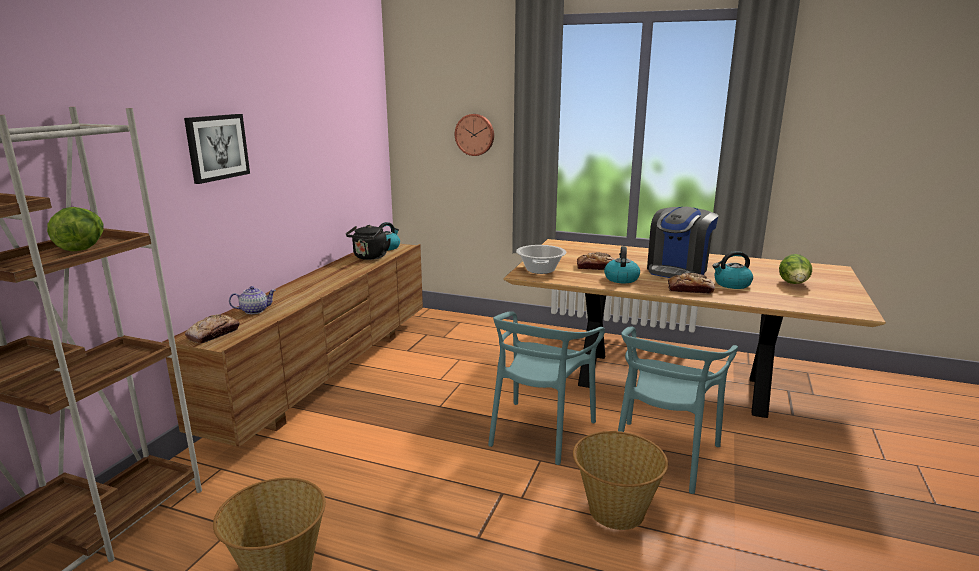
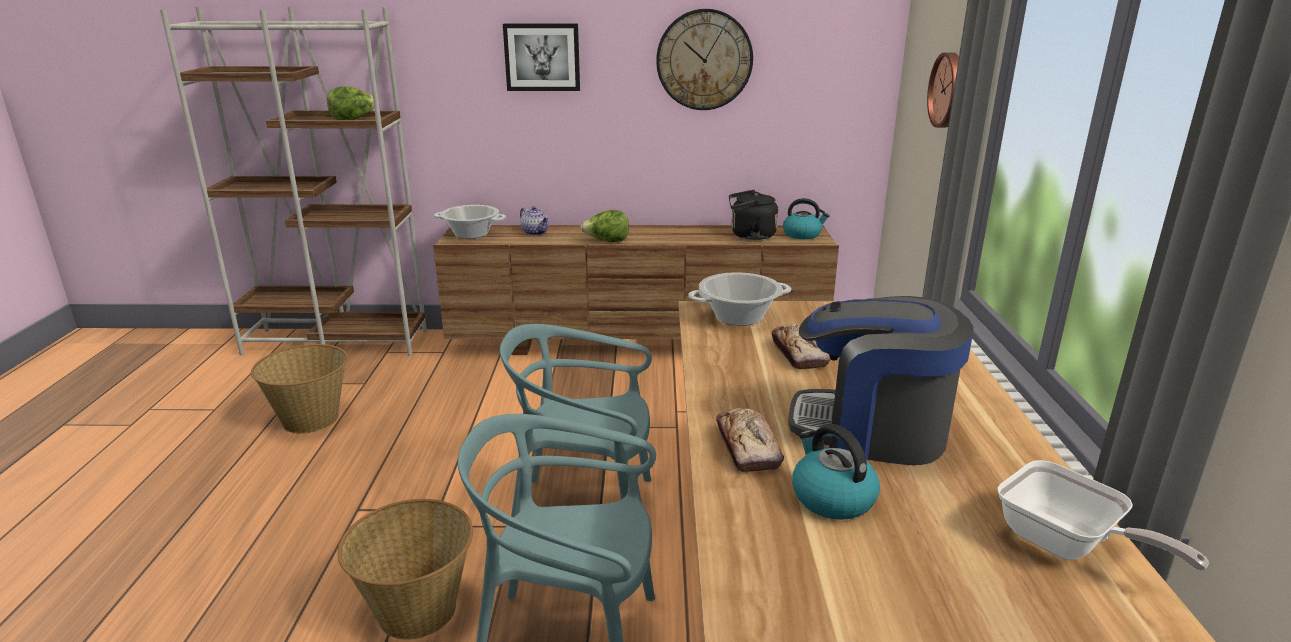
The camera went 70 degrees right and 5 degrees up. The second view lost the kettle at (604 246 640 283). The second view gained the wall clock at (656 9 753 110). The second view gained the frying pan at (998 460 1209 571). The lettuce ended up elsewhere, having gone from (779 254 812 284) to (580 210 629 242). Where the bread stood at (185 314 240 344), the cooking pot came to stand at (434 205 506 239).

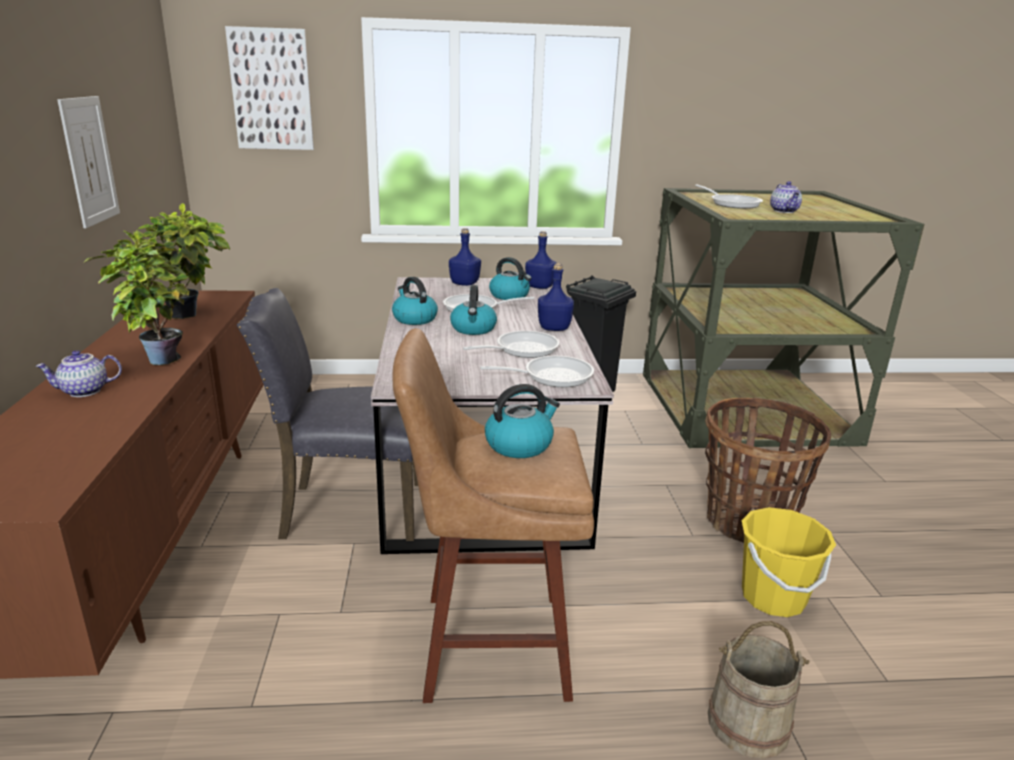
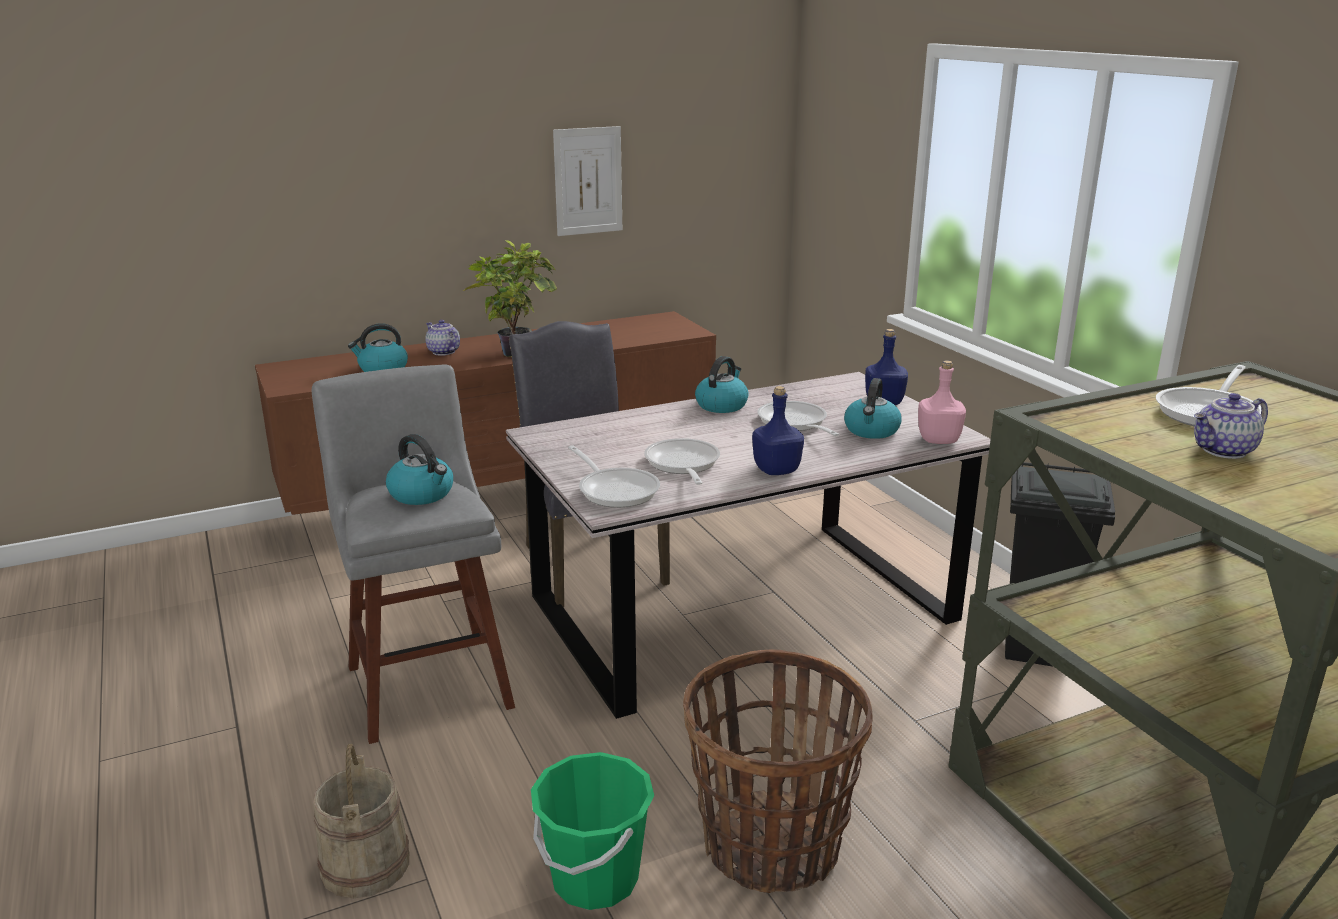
The camera went 70 degrees right and 0 degrees up. The second view lost the potted plant at (138 203 230 319). The second view lost the picture at (225 26 314 150). The kettle ended up elsewhere, having gone from (450 285 497 335) to (348 323 408 372). What was the stool (brown) at (393 328 594 703) turned into the stool (grey) at (312 365 515 744). What was the bottle (blue) at (525 231 557 289) turned into the bottle (pink) at (918 360 966 444). What was the bucket (yellow) at (741 507 836 617) turned into the bucket (green) at (531 752 654 910). The frying pan at (463 331 559 358) ended up facing another way, 135 degrees counterclockwise from before.

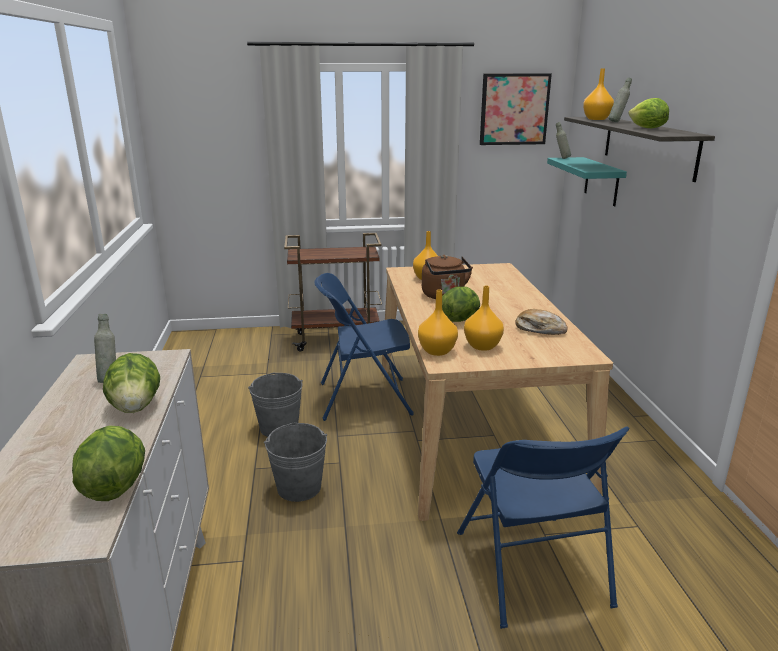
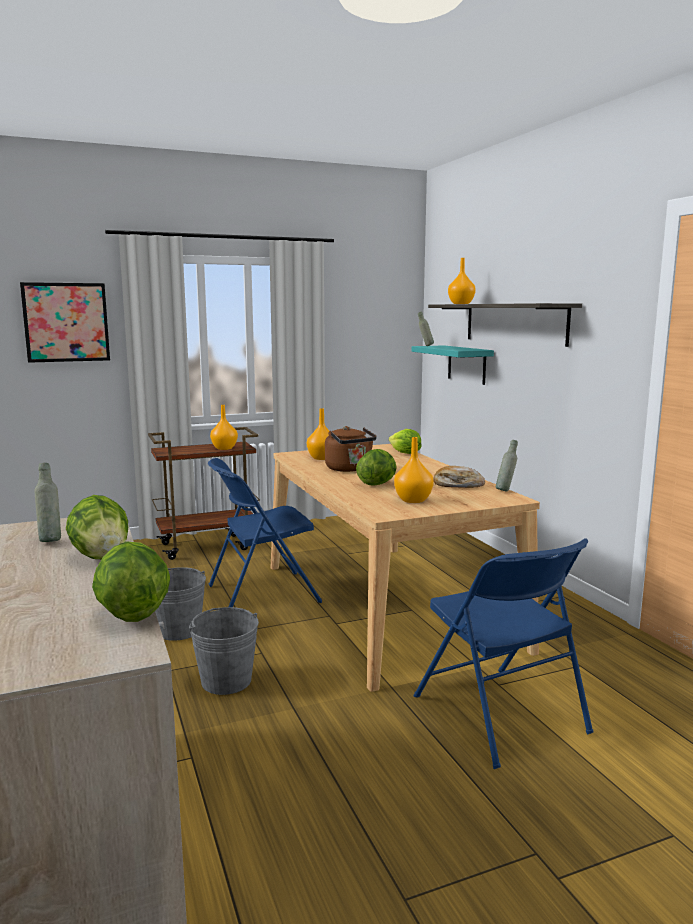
The camera went 15 degrees left and 10 degrees down. The vase (orange) ended up elsewhere, having gone from (418 290 458 356) to (210 405 238 450). The picture ended up elsewhere, having gone from (480 73 552 145) to (20 282 110 363). The bottle (grey) ended up elsewhere, having gone from (609 78 632 122) to (496 440 518 492). The lettuce ended up elsewhere, having gone from (628 98 669 128) to (389 429 422 454).

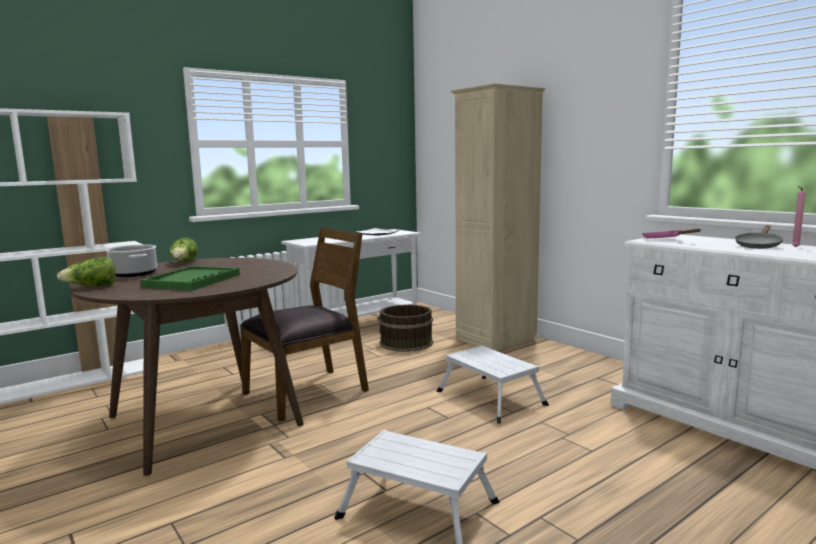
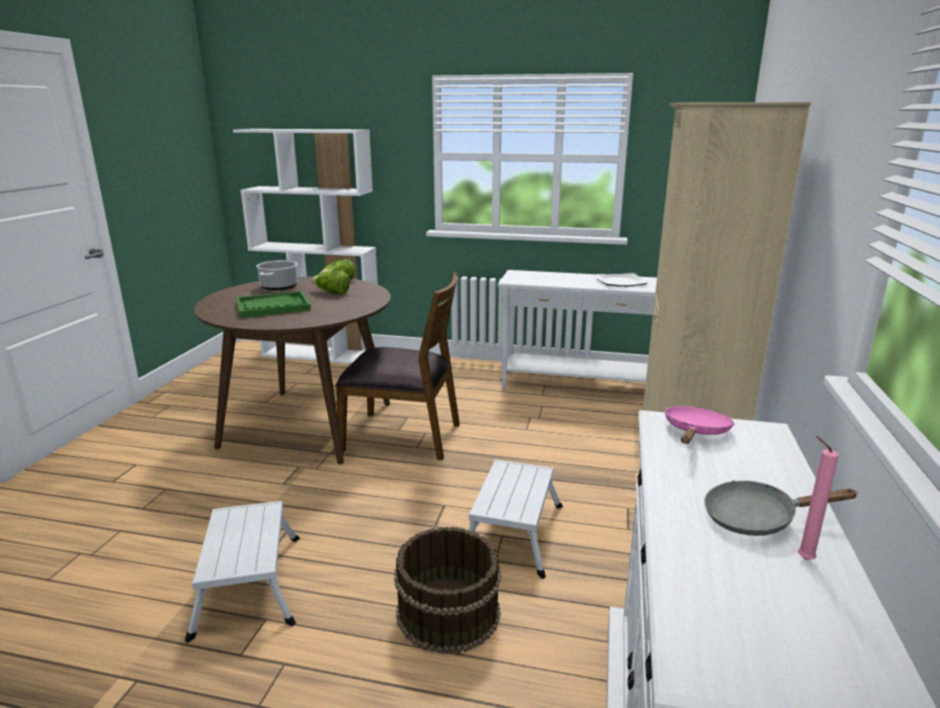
The camera went 50 degrees right and 10 degrees up. The lettuce ended up elsewhere, having gone from (57 257 116 286) to (311 271 350 294). The bucket (brown) ended up elsewhere, having gone from (378 305 433 352) to (394 527 501 654).

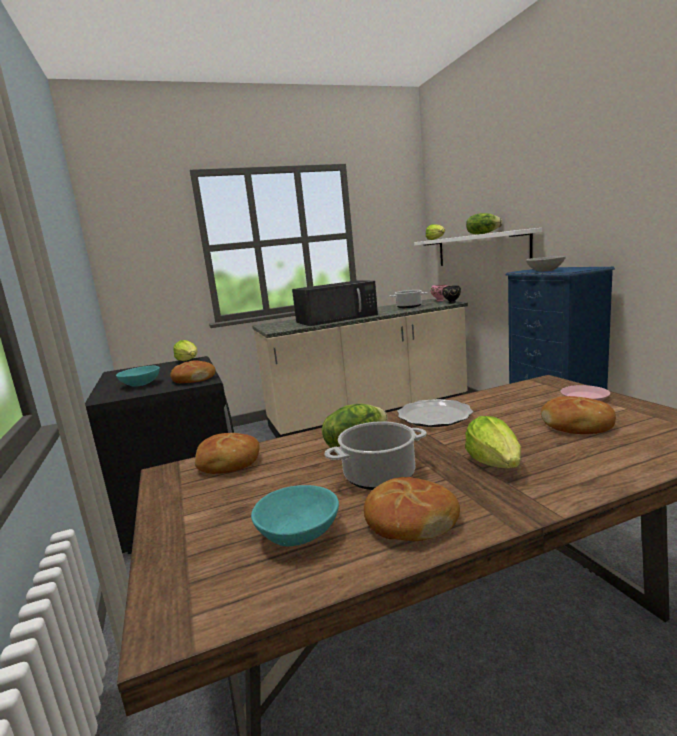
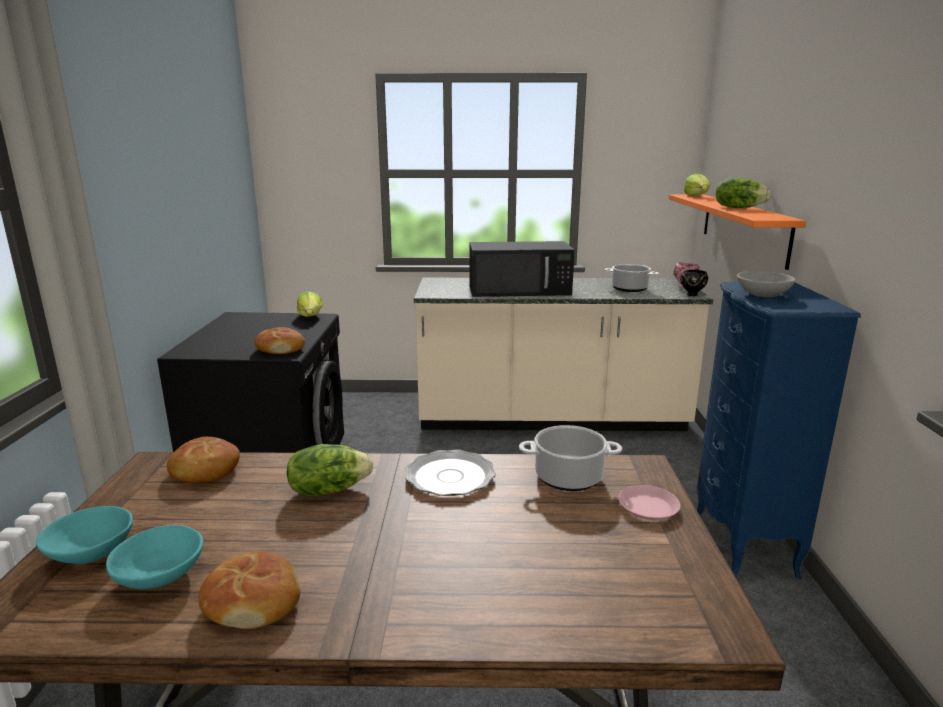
The camera went 20 degrees right and 5 degrees up. The second view lost the lettuce at (465 416 521 468). The second view lost the bread at (541 396 616 434). The bowl (turquoise) ended up elsewhere, having gone from (116 366 160 387) to (36 506 133 564). The cooking pot ended up elsewhere, having gone from (324 421 427 490) to (519 425 622 491). What was the shelf (white) at (414 228 542 266) turned into the shelf (orange) at (669 195 806 270).

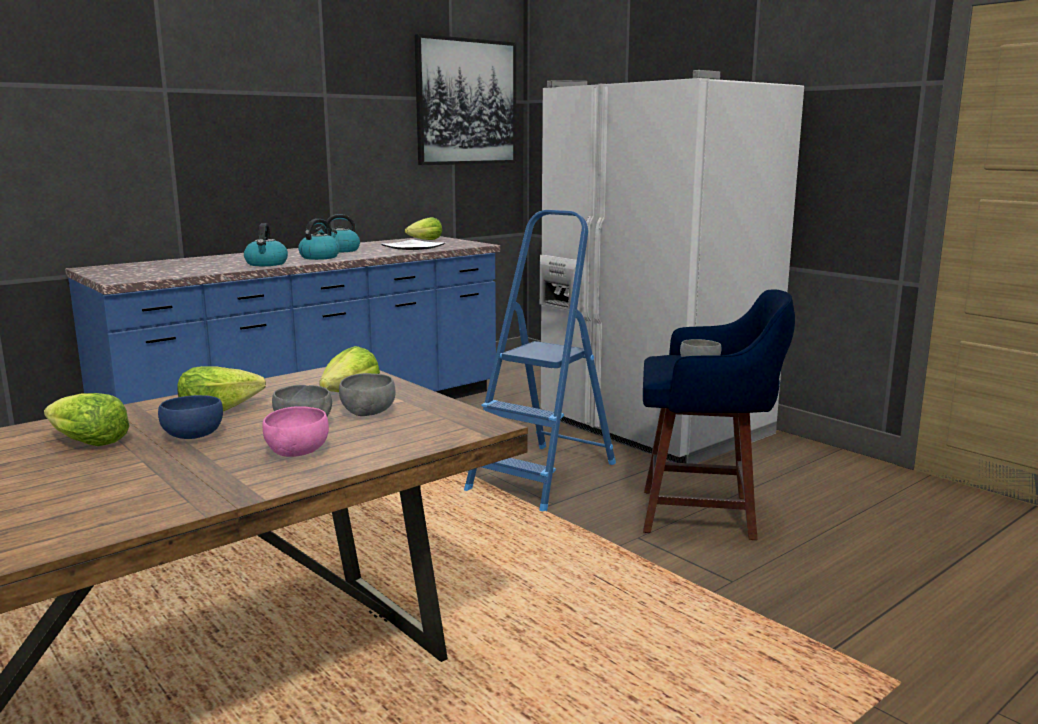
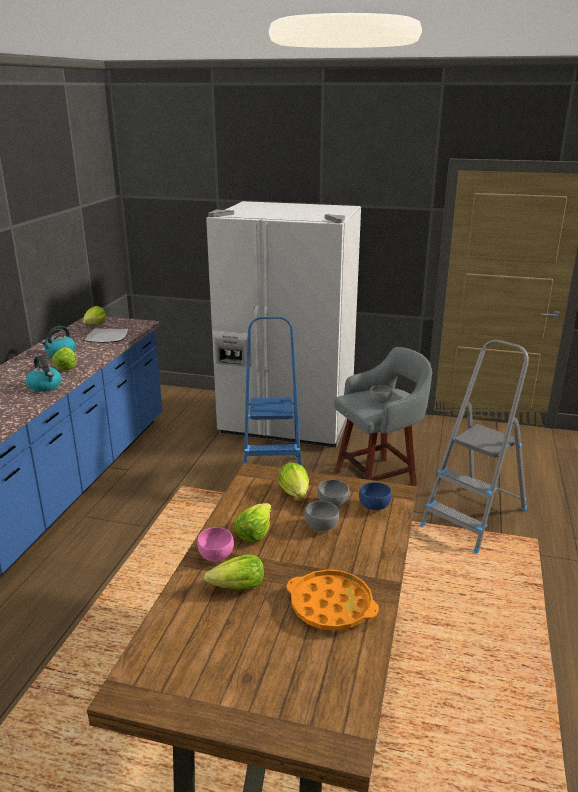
The camera went 35 degrees left and 10 degrees up. The second view lost the picture at (414 34 516 165). The second view gained the tray (orange) at (287 569 379 631). The second view gained the step ladder (grey) at (420 340 529 554). The bowl (blue) ended up elsewhere, having gone from (158 395 223 439) to (359 482 392 510). The bowl (pink) ended up elsewhere, having gone from (263 406 329 457) to (197 527 234 562). Where the kettle stood at (298 219 340 260), the lettuce came to stand at (52 348 76 371). What was the stool (blue) at (643 289 795 540) turned into the stool (grey) at (334 347 432 486).

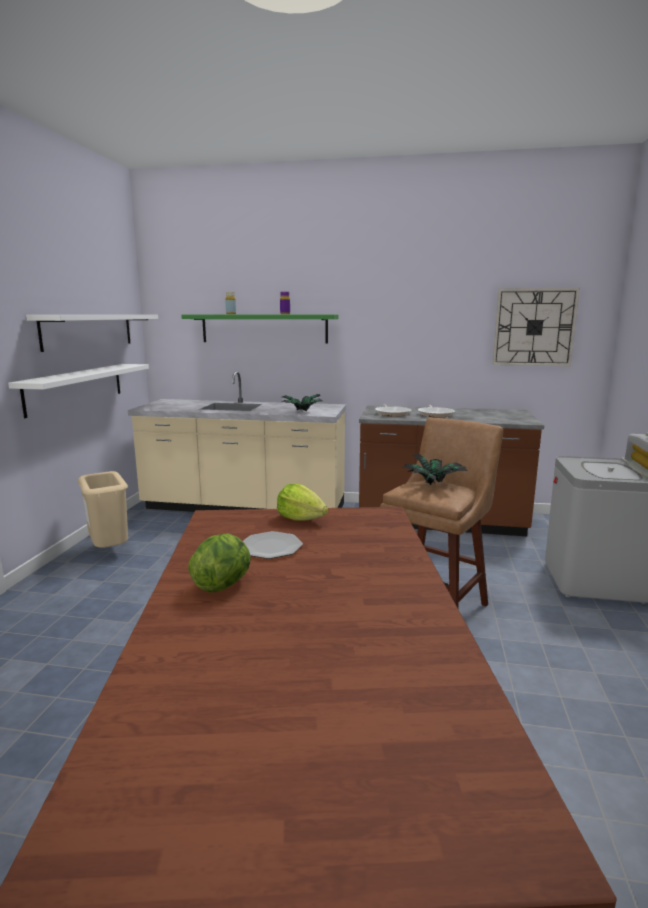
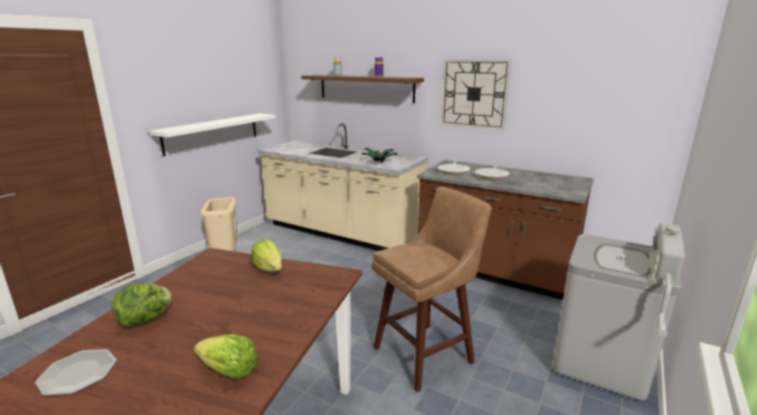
The camera went 20 degrees right and 5 degrees up. The second view lost the shelf (white) at (26 315 158 352). The second view lost the potted plant at (402 454 468 485). The second view gained the lettuce at (194 334 259 379). The plate ended up elsewhere, having gone from (243 531 303 559) to (35 349 117 396). The wall clock ended up elsewhere, having gone from (492 288 580 366) to (441 59 511 130). What was the shelf (green) at (181 315 338 343) turned into the shelf (brown) at (301 75 424 103).

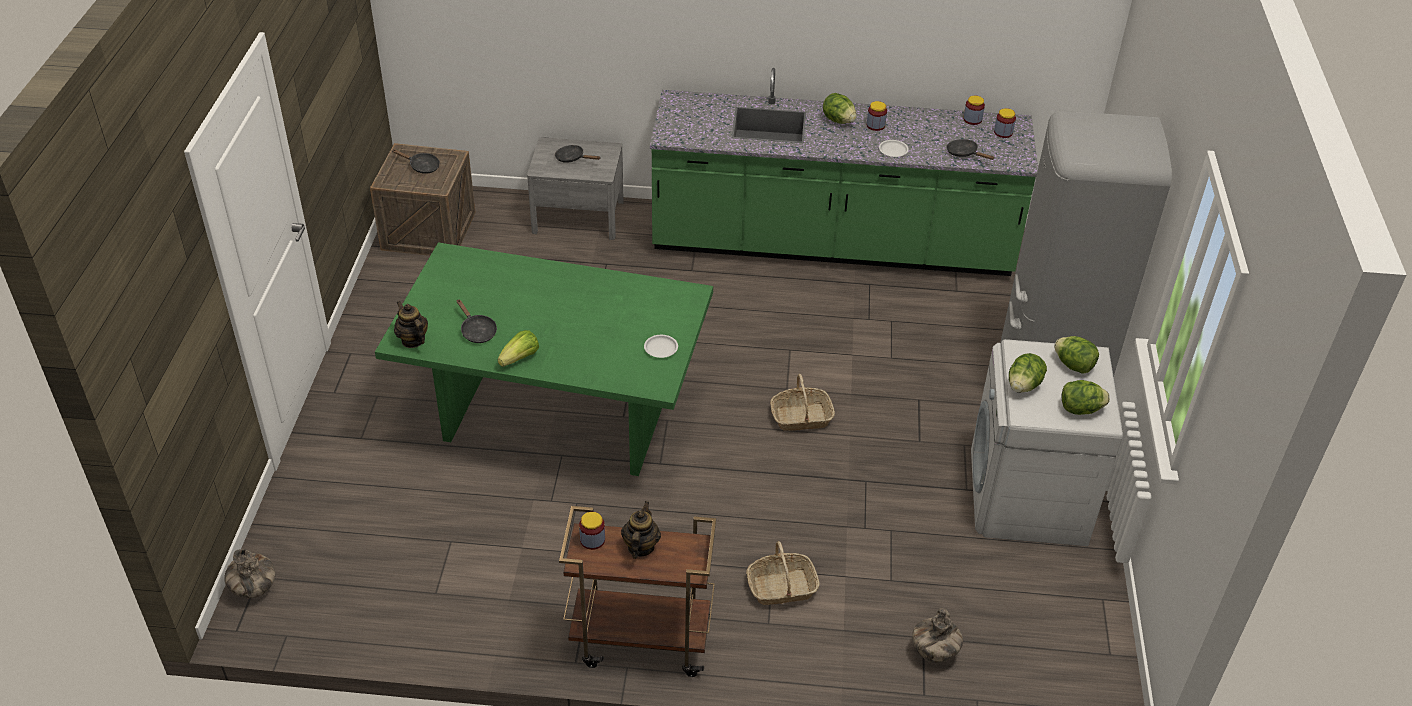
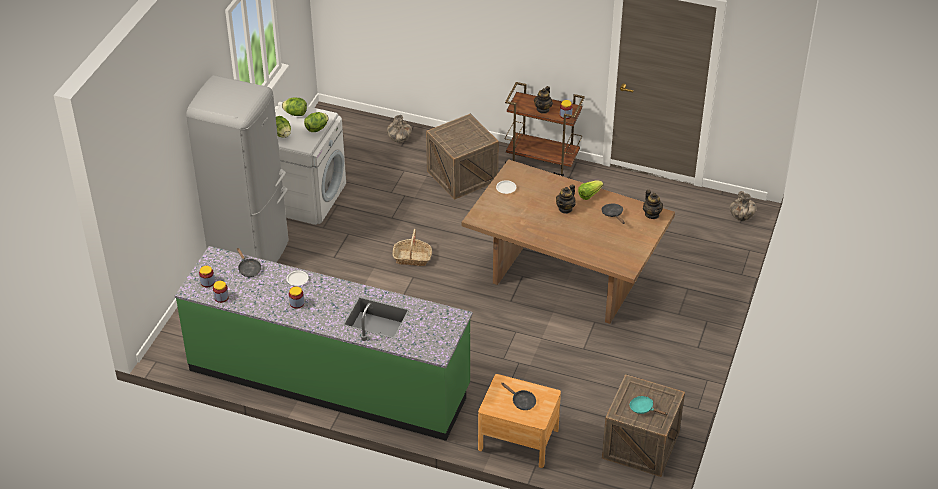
The camera went 165 degrees left and 0 degrees up. The second view lost the lettuce at (823 93 857 124). The second view gained the teapot at (556 184 576 214). Where the basket stood at (746 541 819 605), the crate came to stand at (426 114 499 200). What was the dining table (green) at (375 242 713 476) turned into the dining table (brown) at (462 159 675 324). What was the frying pan (black) at (392 149 440 174) turned into the frying pan (turquoise) at (630 396 668 415). What was the nightstand (grey) at (527 137 624 240) turned into the nightstand (brown) at (478 374 561 468).

